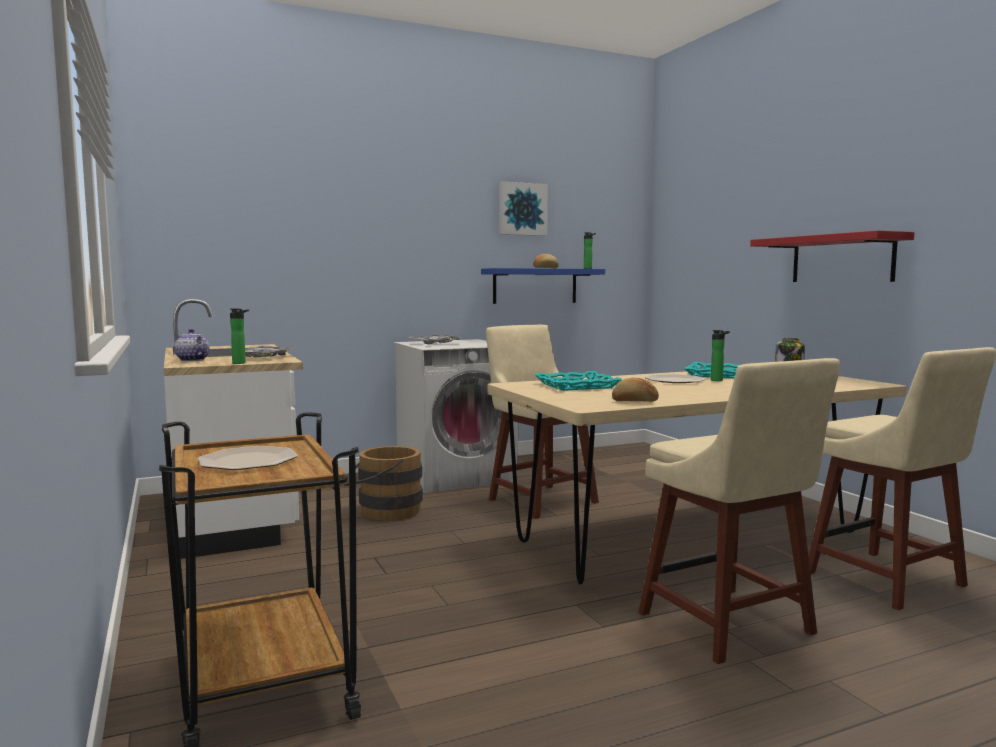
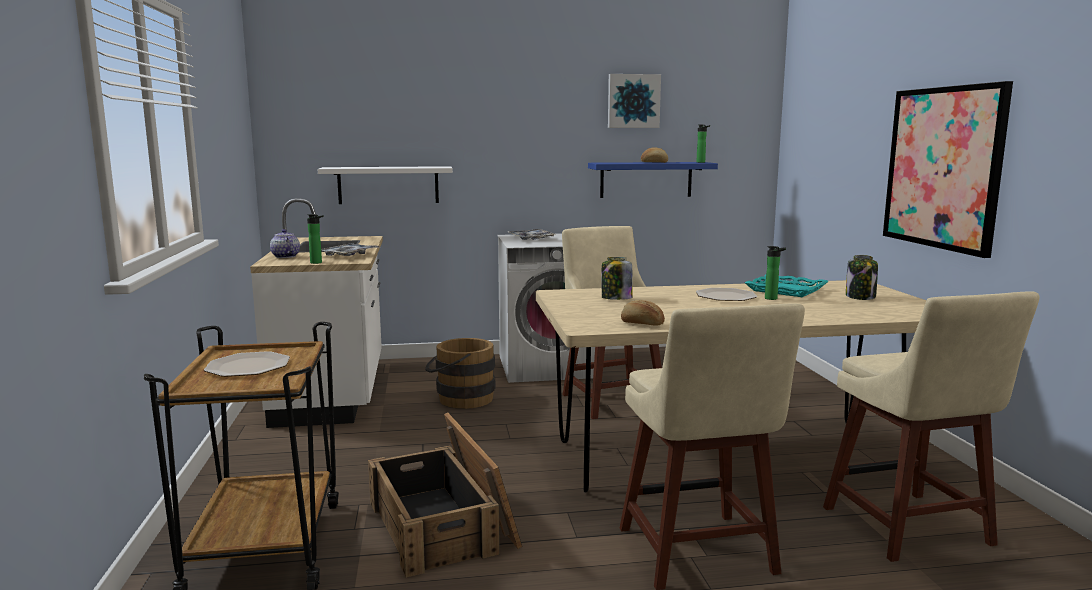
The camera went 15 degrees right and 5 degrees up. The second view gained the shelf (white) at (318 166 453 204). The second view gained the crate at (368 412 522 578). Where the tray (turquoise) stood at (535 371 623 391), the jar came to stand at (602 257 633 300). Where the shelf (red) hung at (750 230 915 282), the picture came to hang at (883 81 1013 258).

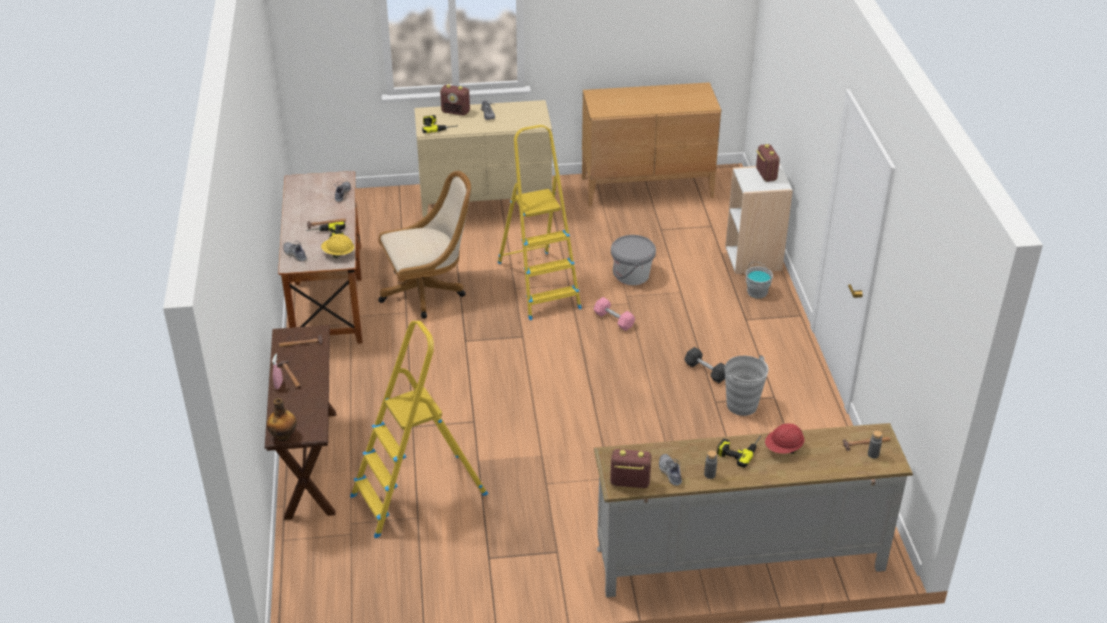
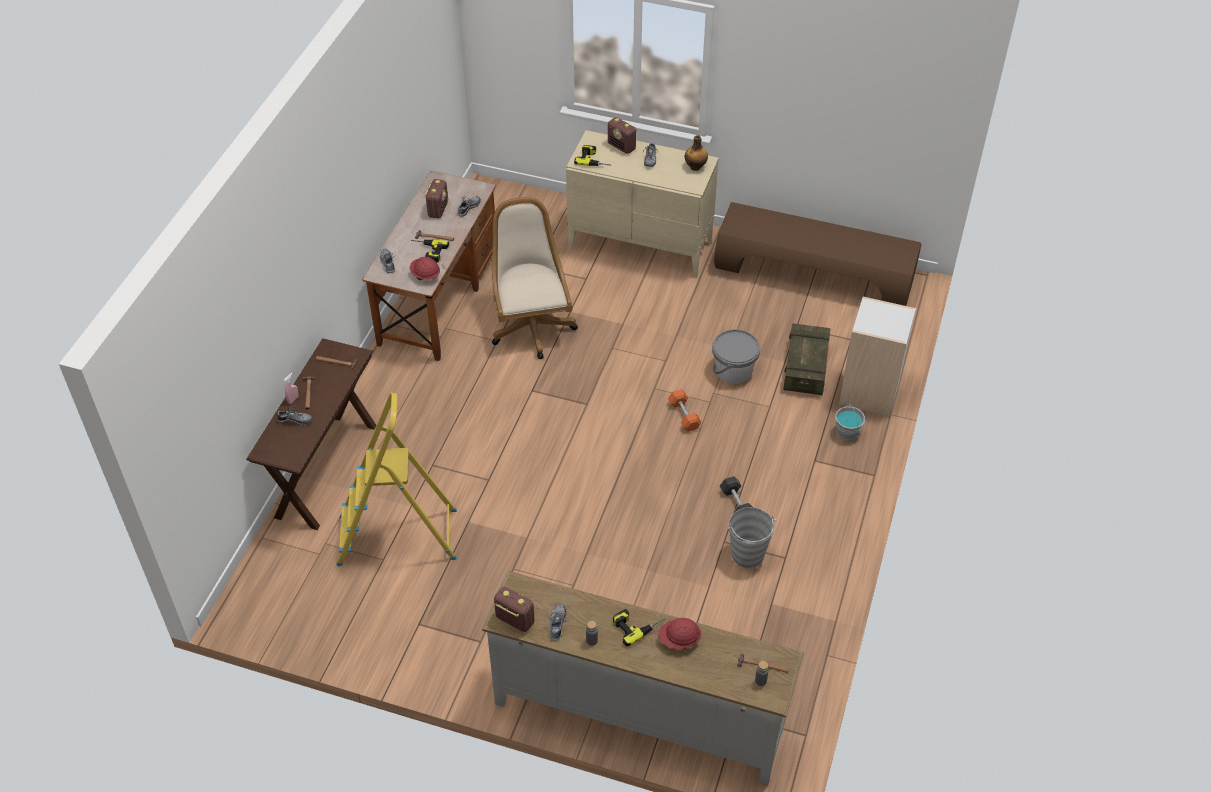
The camera went 25 degrees right and 10 degrees up. The second view lost the step ladder (yellow) at (498 125 582 320). The second view gained the shoe at (277 405 312 425). The second view gained the crate at (784 323 830 395). The bottle ended up elsewhere, having gone from (267 398 297 441) to (685 135 708 171). The radio ended up elsewhere, having gone from (756 144 780 182) to (425 179 448 218). Where the cabinet (brown) stood at (582 82 721 206), the bench (brown) came to stand at (714 202 921 306). What was the hard hat (yellow) at (321 234 354 258) turned into the hard hat (red) at (410 257 440 280). What was the dumbbell (pink) at (593 297 635 331) turned into the dumbbell (orange) at (668 389 702 432). The office chair at (378 171 471 319) ended up facing another way, 105 degrees counterclockwise from before.

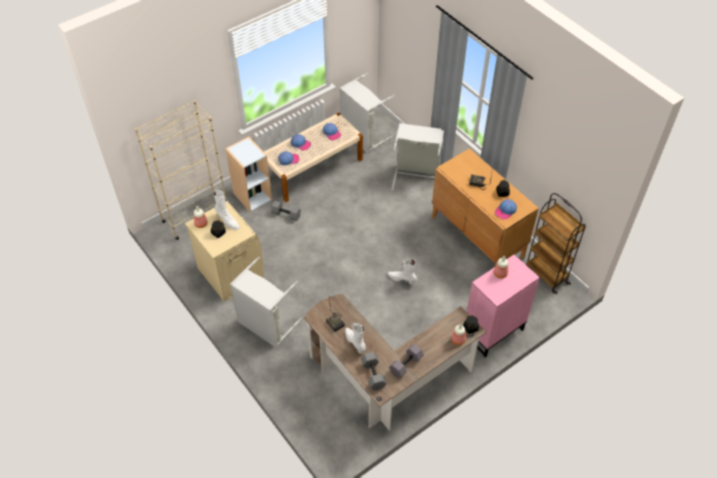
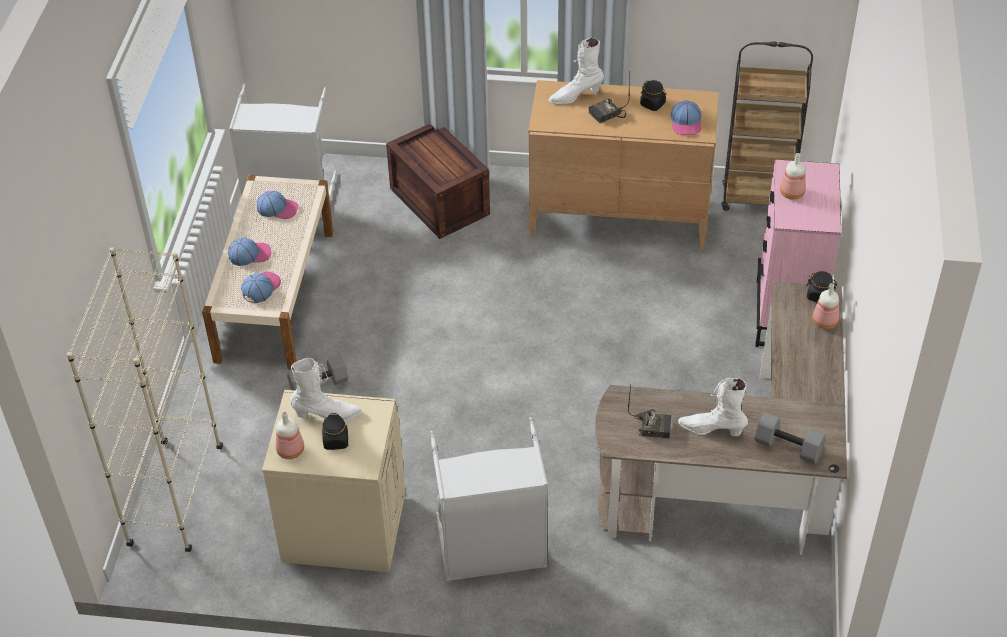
The camera went 45 degrees left and 5 degrees down. The second view lost the bookcase at (225 137 272 212). The second view lost the dumbbell (grey) at (389 344 424 378). The boot (white) ended up elsewhere, having gone from (388 259 417 285) to (549 38 604 104). Where the laundry basket (grey) stood at (392 123 444 190), the crate came to stand at (386 124 490 239).

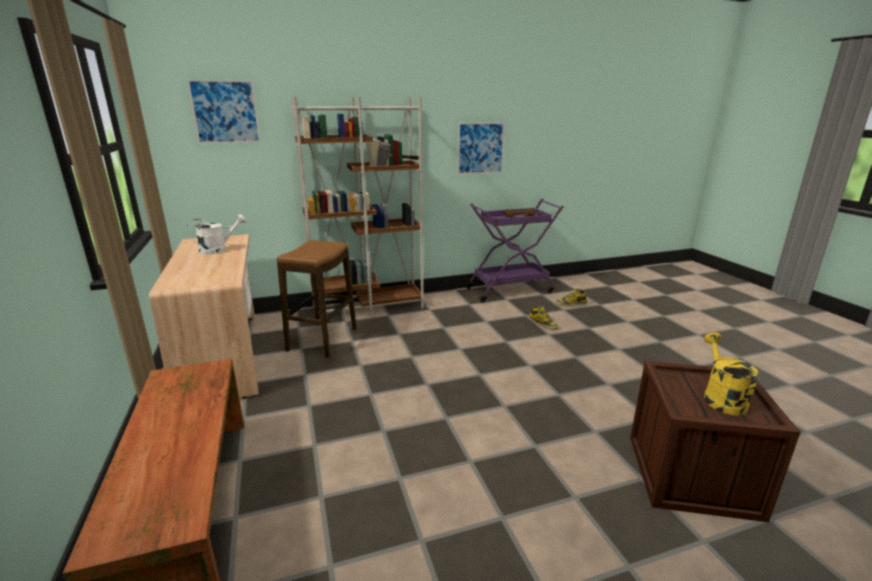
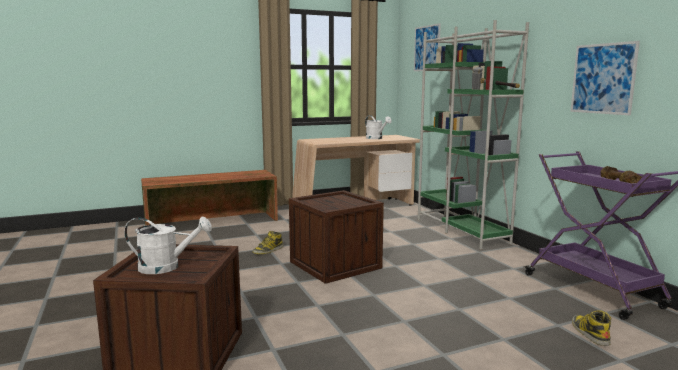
The camera went 85 degrees right and 10 degrees down. The second view lost the stool at (277 240 357 358). The second view gained the crate at (289 190 384 284). The boot ended up elsewhere, having gone from (529 306 559 329) to (253 231 283 254). What was the bookcase (brown) at (291 97 424 315) turned into the bookcase (green) at (418 20 529 250). What was the watering can (yellow) at (704 332 758 415) turned into the watering can (white) at (124 217 212 274).

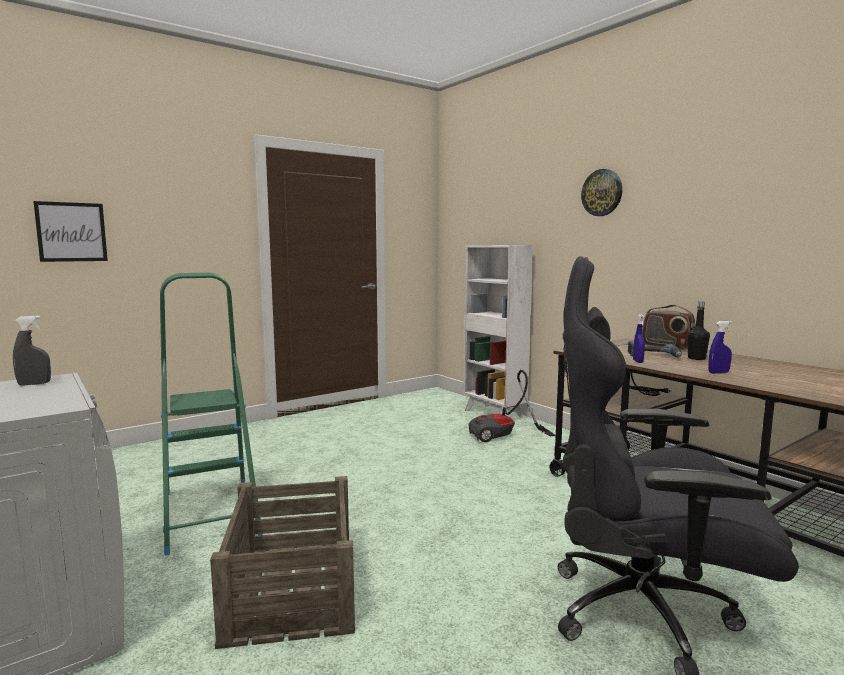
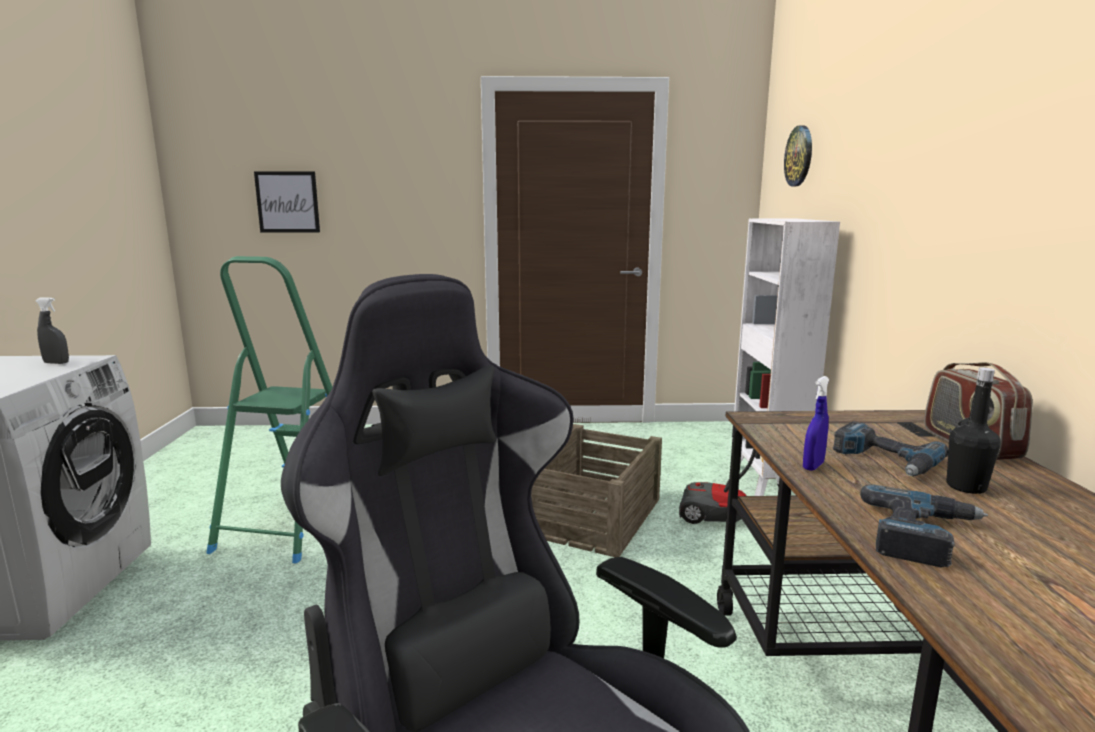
The camera went 35 degrees right and 5 degrees up. The crate ended up elsewhere, having gone from (210 476 355 649) to (531 424 662 557). The wall clock ended up elsewhere, having gone from (581 169 622 216) to (784 125 812 186). Where the spray bottle (blue) stood at (708 321 732 374), the power drill came to stand at (860 484 988 567).

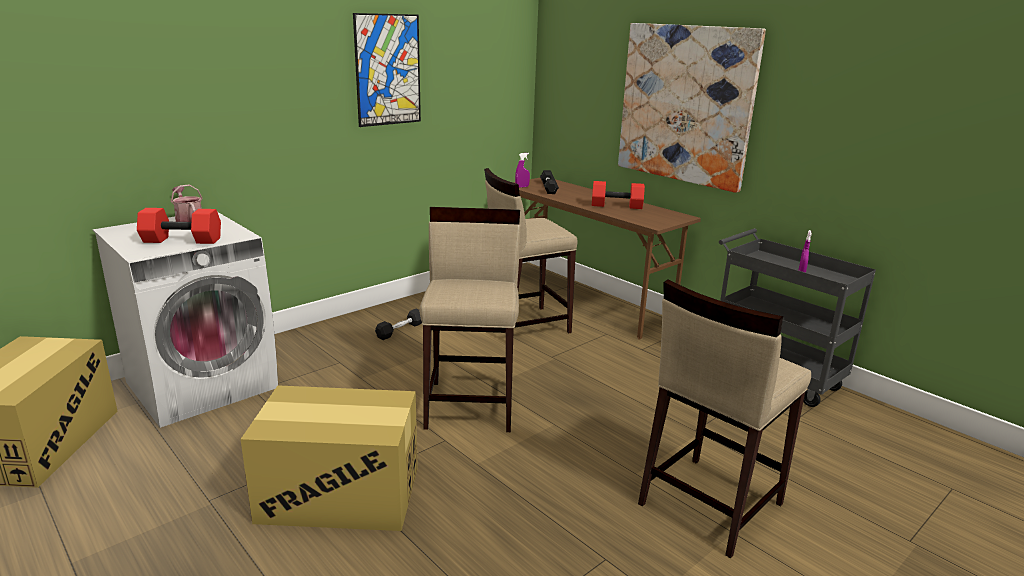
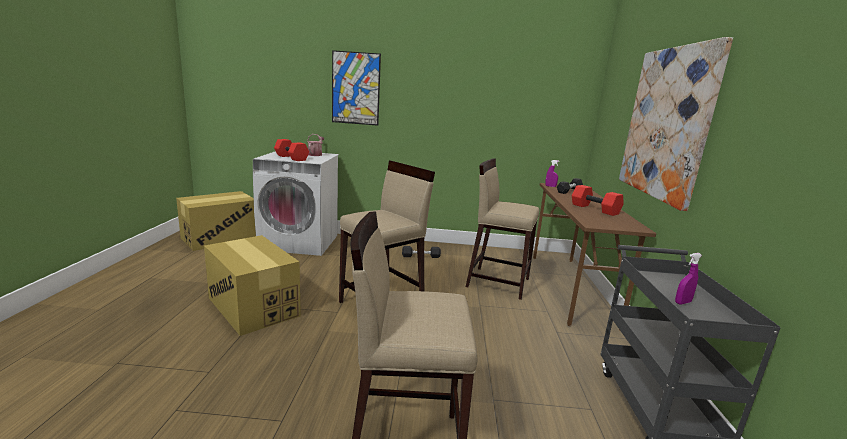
The camera went 45 degrees right and 5 degrees down. The picture ended up elsewhere, having gone from (353 13 421 127) to (332 50 381 126).

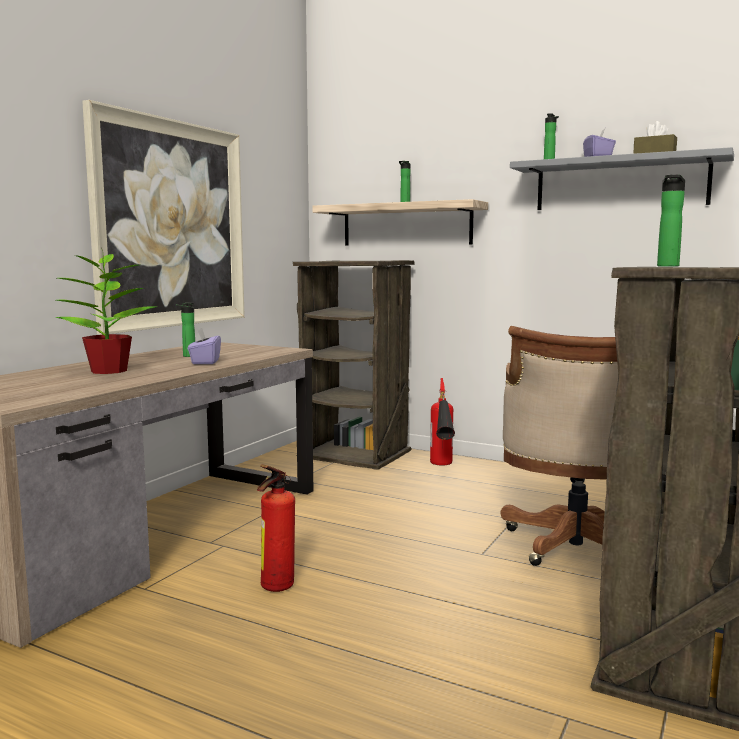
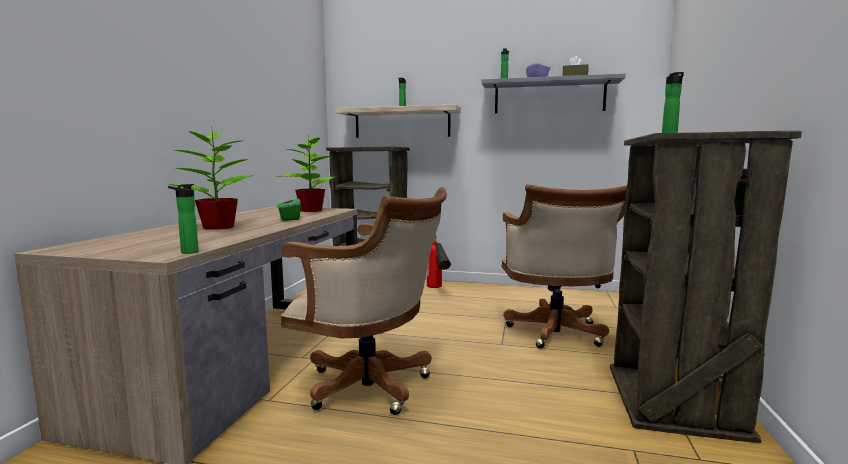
The camera went 15 degrees left and 0 degrees up. The second view lost the picture at (82 100 245 335). The second view gained the potted plant at (276 135 335 212). The bottle ended up elsewhere, having gone from (176 303 195 357) to (168 184 199 254). Where the fire extinguisher stood at (257 464 295 592), the office chair came to stand at (281 187 447 415). What was the tissue box (purple) at (188 328 221 364) turned into the tissue box (green) at (277 193 301 221).

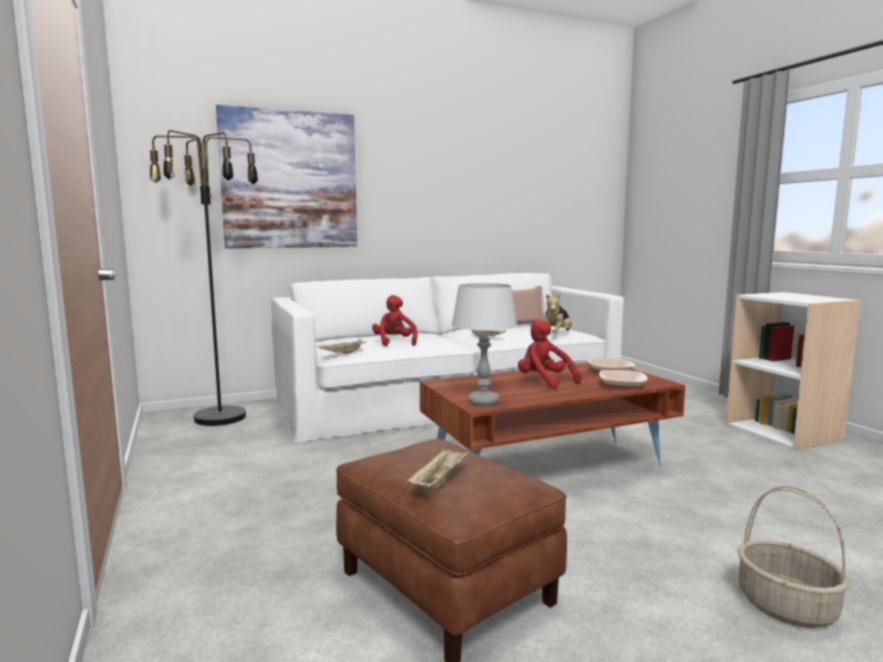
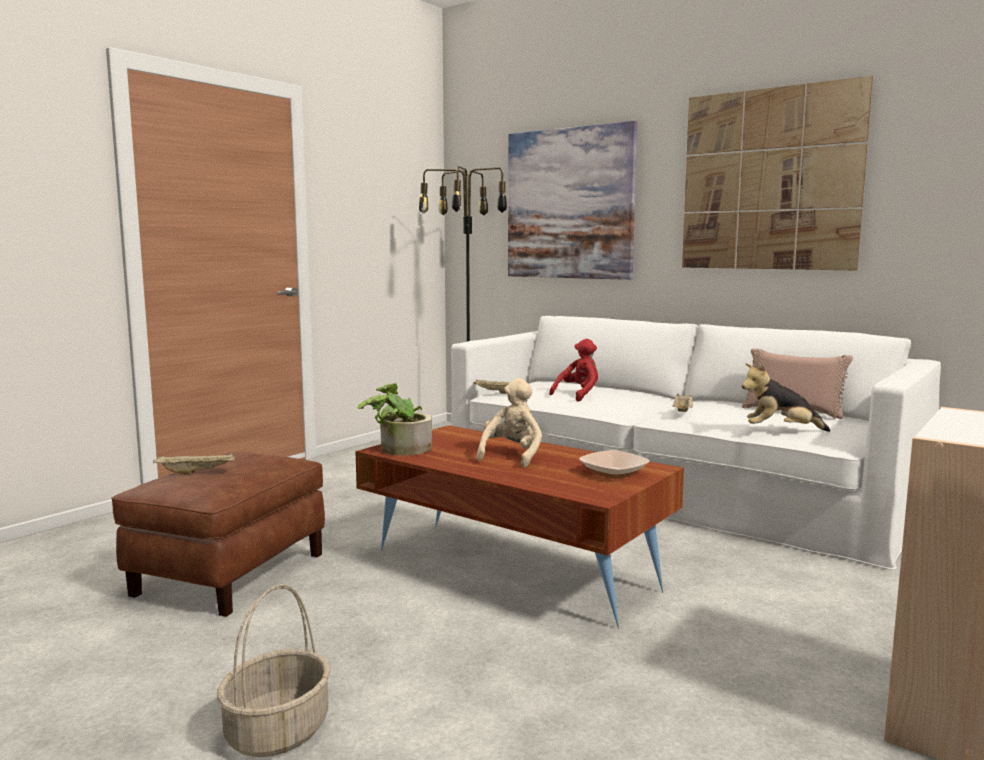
The camera went 60 degrees right and 0 degrees up. The second view lost the bowl at (599 370 647 390). The second view gained the picture at (682 76 873 271). Where the table lamp (grey) stood at (452 283 517 406), the potted plant came to stand at (358 383 432 455). What was the plush toy (red) at (518 319 582 389) turned into the plush toy (beige) at (476 378 542 468).

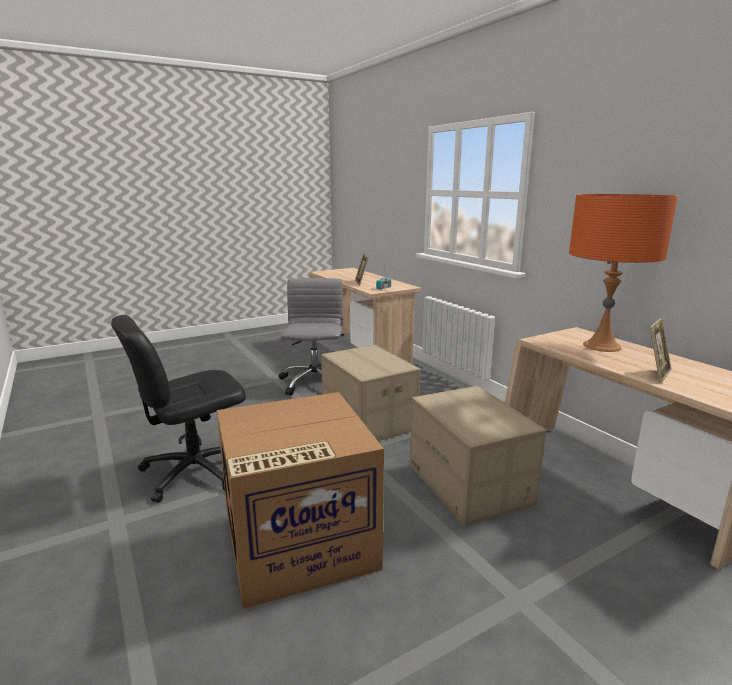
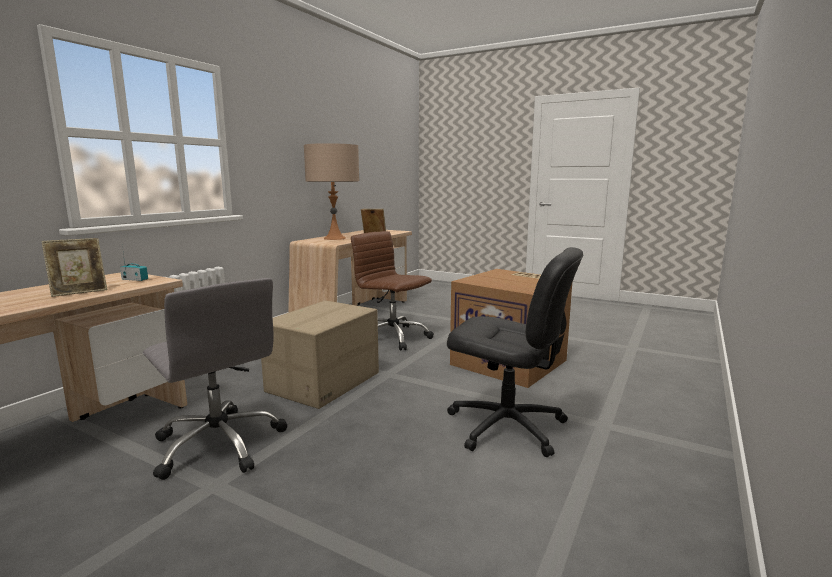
The camera went 120 degrees left and 5 degrees down. Where the cardboard box stood at (409 386 546 526), the office chair (brown) came to stand at (351 231 434 351). What was the table lamp (orange) at (569 194 678 352) turned into the table lamp (beige) at (304 143 359 240). The office chair (grey) at (279 278 343 396) ended up facing another way, 105 degrees counterclockwise from before.

